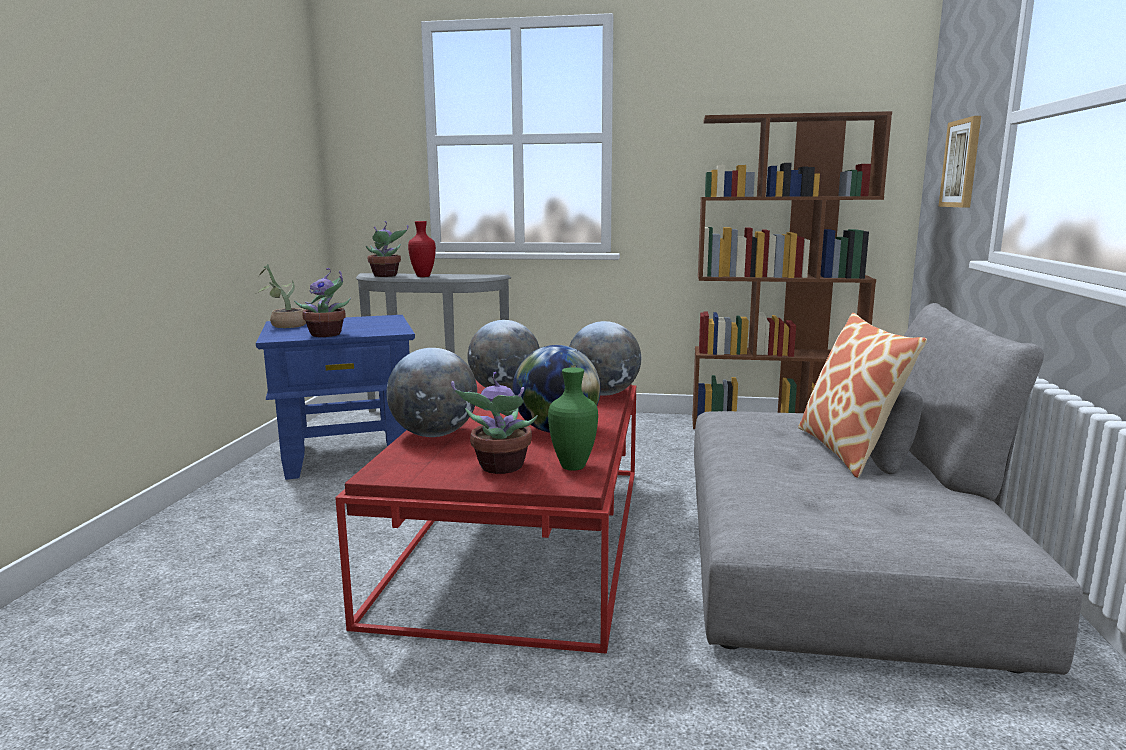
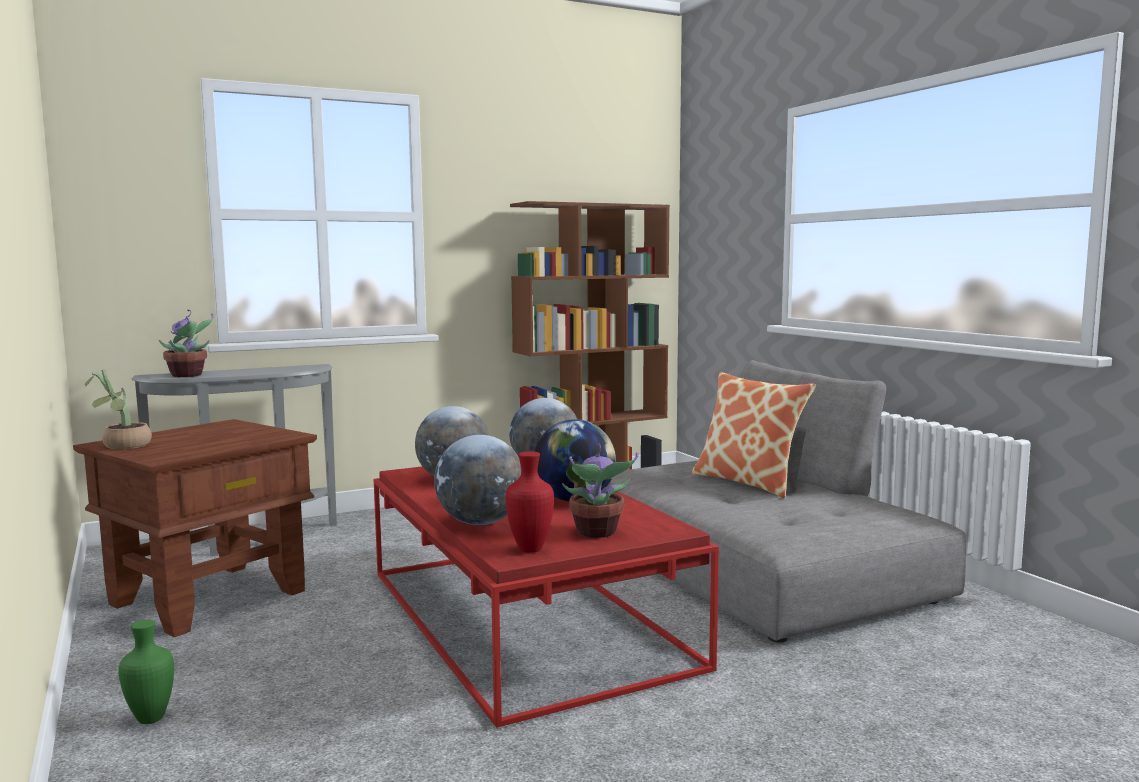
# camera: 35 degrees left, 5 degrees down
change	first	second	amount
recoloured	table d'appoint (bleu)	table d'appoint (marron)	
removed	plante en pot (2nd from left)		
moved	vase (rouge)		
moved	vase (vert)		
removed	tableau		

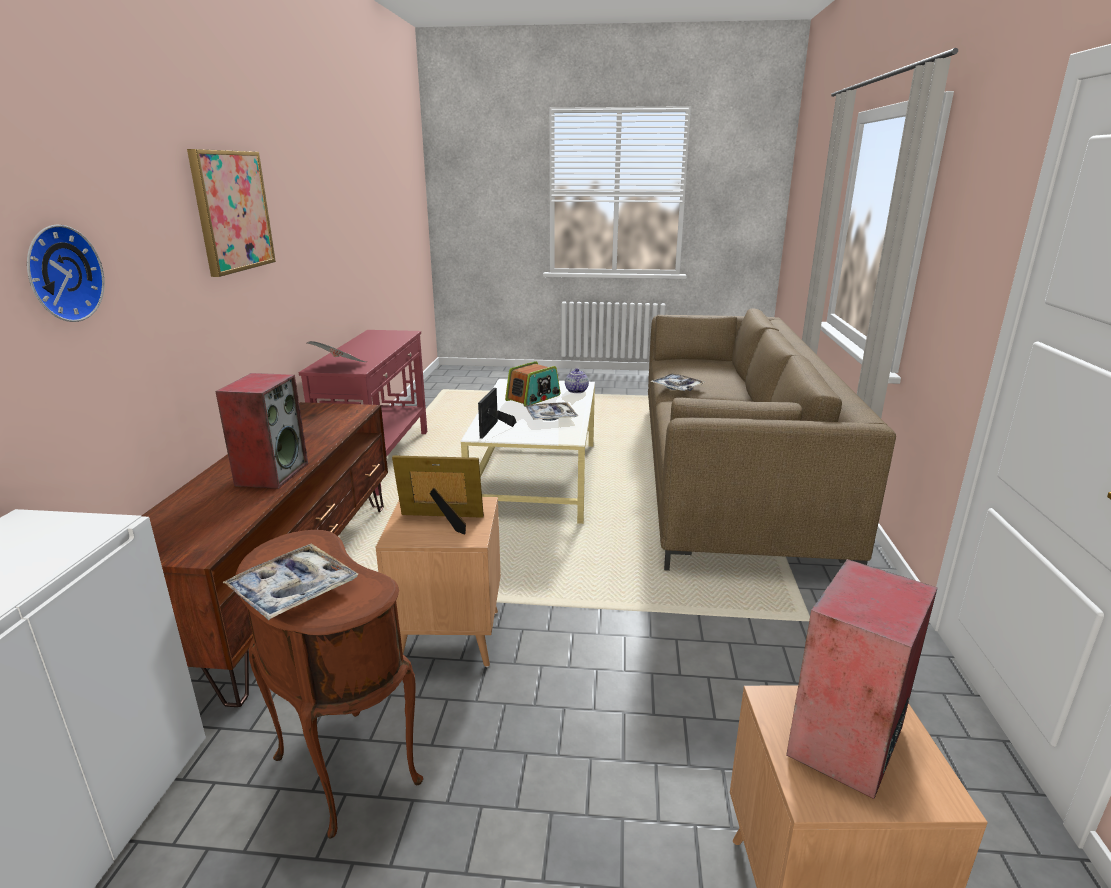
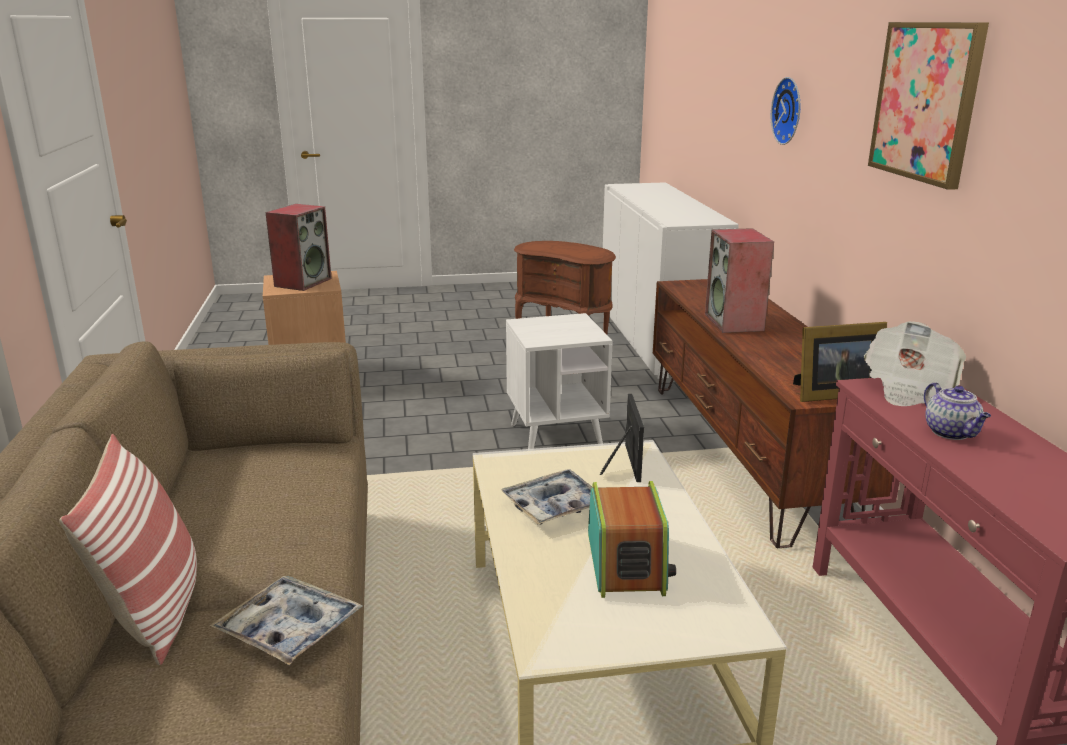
# camera: 165 degrees right, 0 degrees up
change	first	second	amount
removed	plateau (1st from left)		
recoloured	table d'appoint (marron) (2nd from left)	table d'appoint (blanc)	
moved	cadre photo (1st from left in the first image)	cadre photo (2nd from left)	
turned	radio		150 degrees clockwise
moved	théière		
added		coussin	

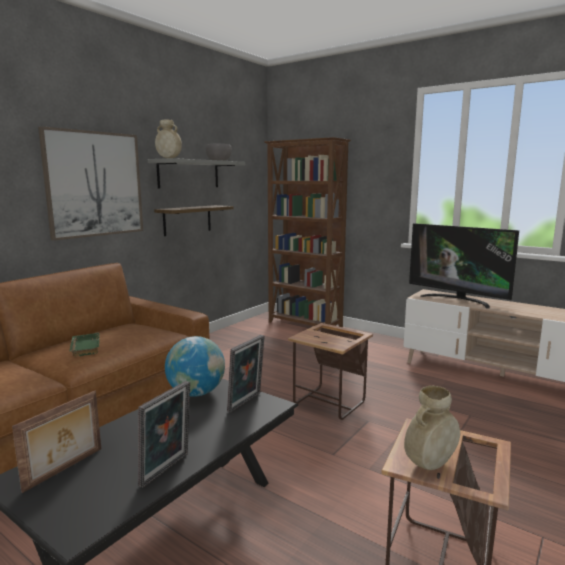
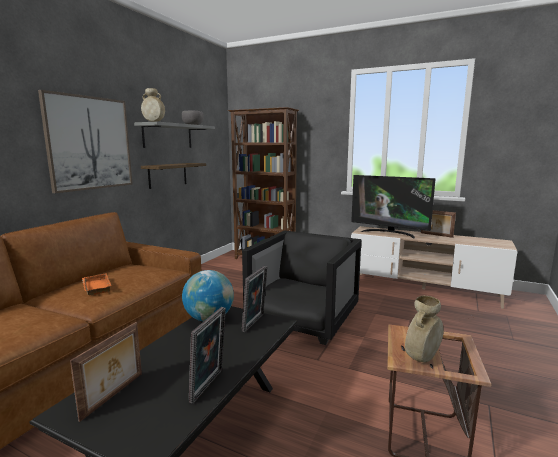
# camera: 10 degrees left, 0 degrees up
change	first	second	amount
recoloured	plateau (vert)	plateau (orange)	
replaced	table d'appoint (1st from left)	fauteuil (noir)	
added		cadre photo (4th from left)	

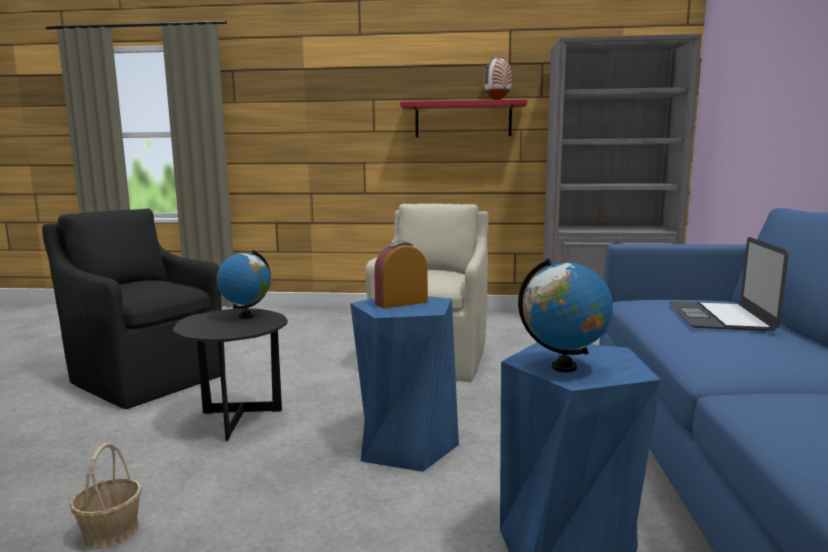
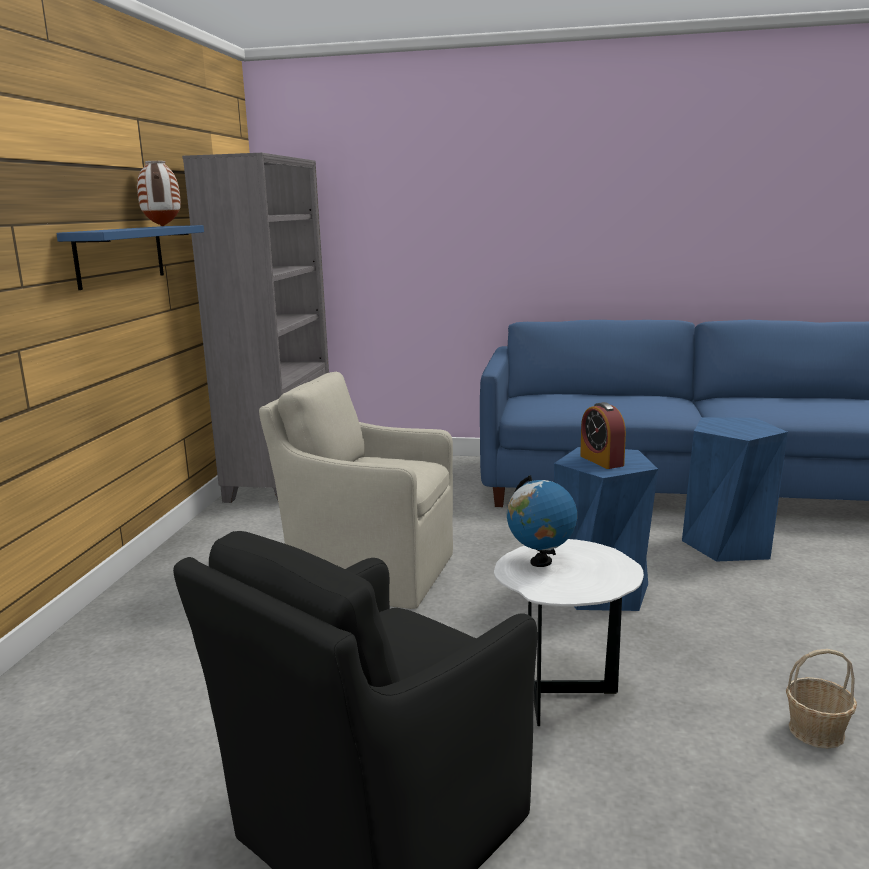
# camera: 85 degrees left, 5 degrees up
change	first	second	amount
recoloured	table d'appoint (noir)	table d'appoint (blanc)	
recoloured	étagère (rouge)	étagère (bleu)	
removed	globe (2nd from left)		
removed	ordinateur portable		

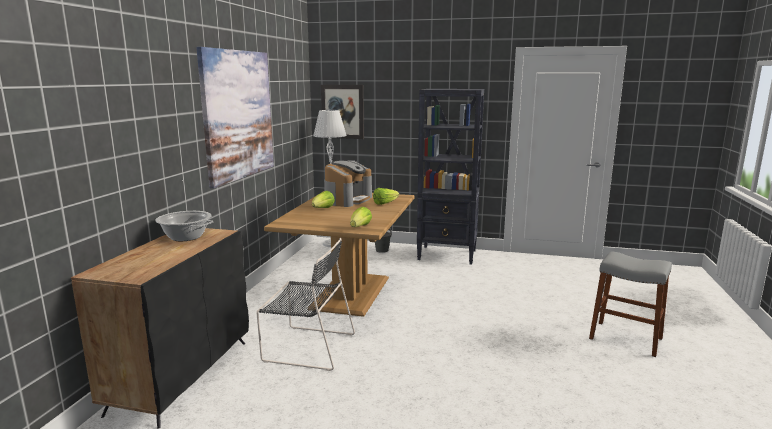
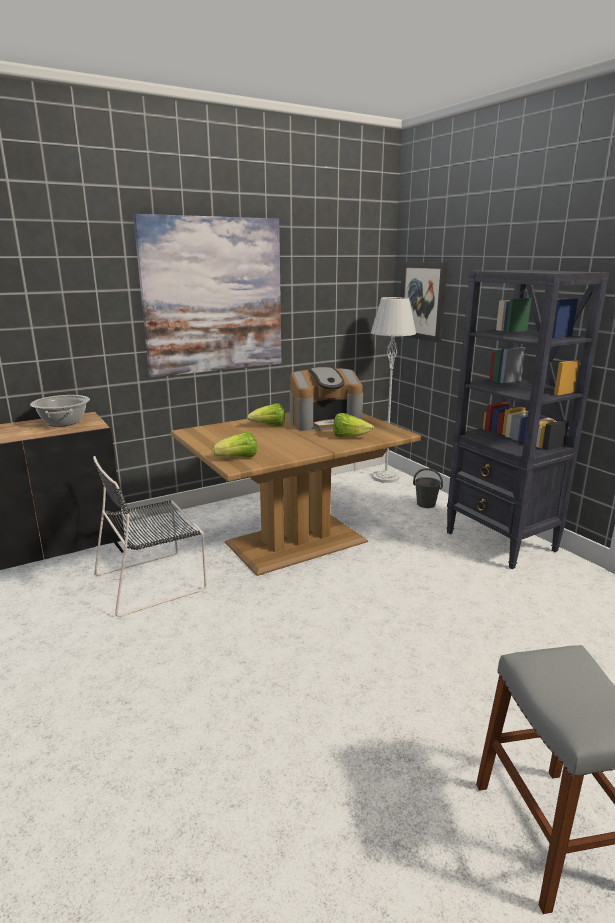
# camera: 45 degrees right, 5 degrees up
change	first	second	amount
turned	chaise (noir)		90 degrees clockwise

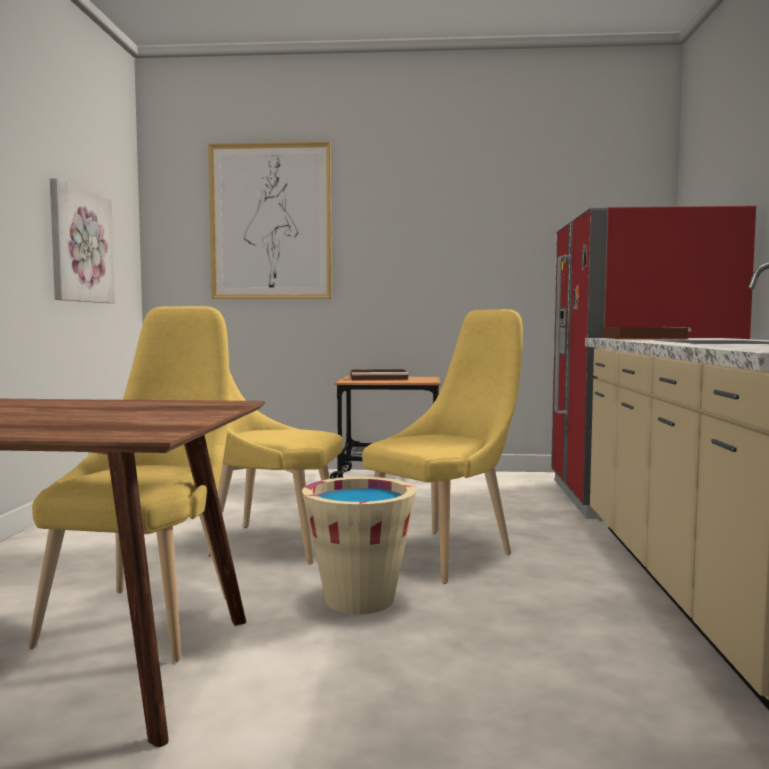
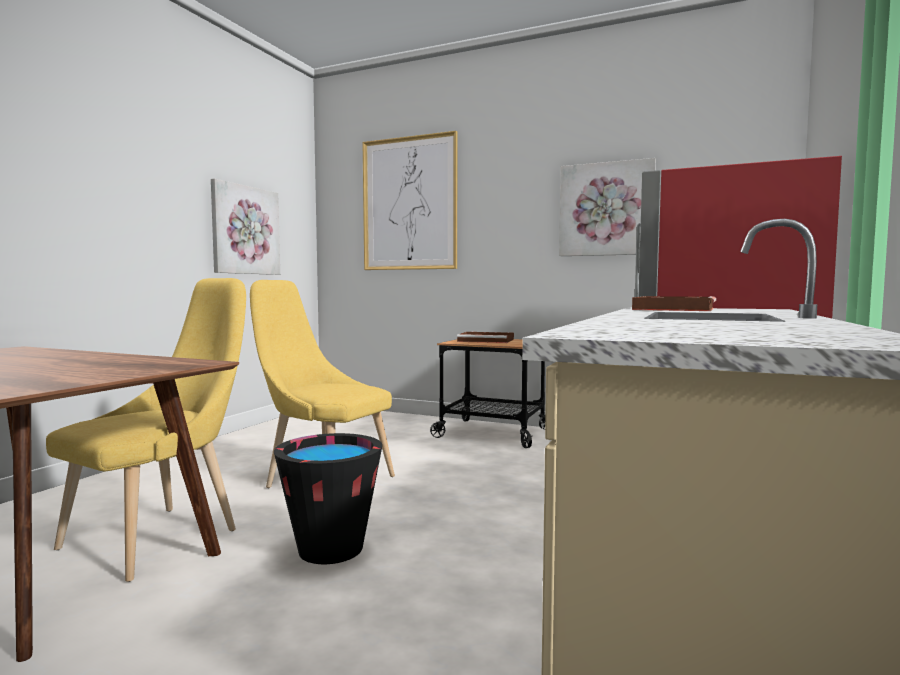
# camera: 20 degrees right, 0 degrees up
change	first	second	amount
recoloured	seau (beige)	seau (noir)	
removed	chaise (jaune) (3rd from left)		
added		tableau (3rd from left)	

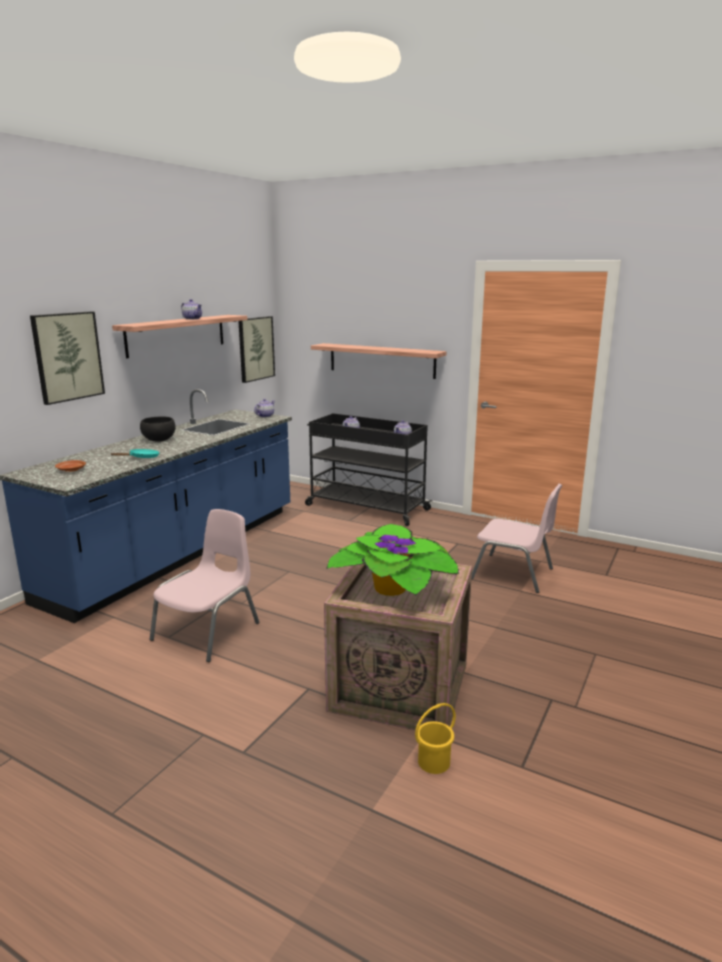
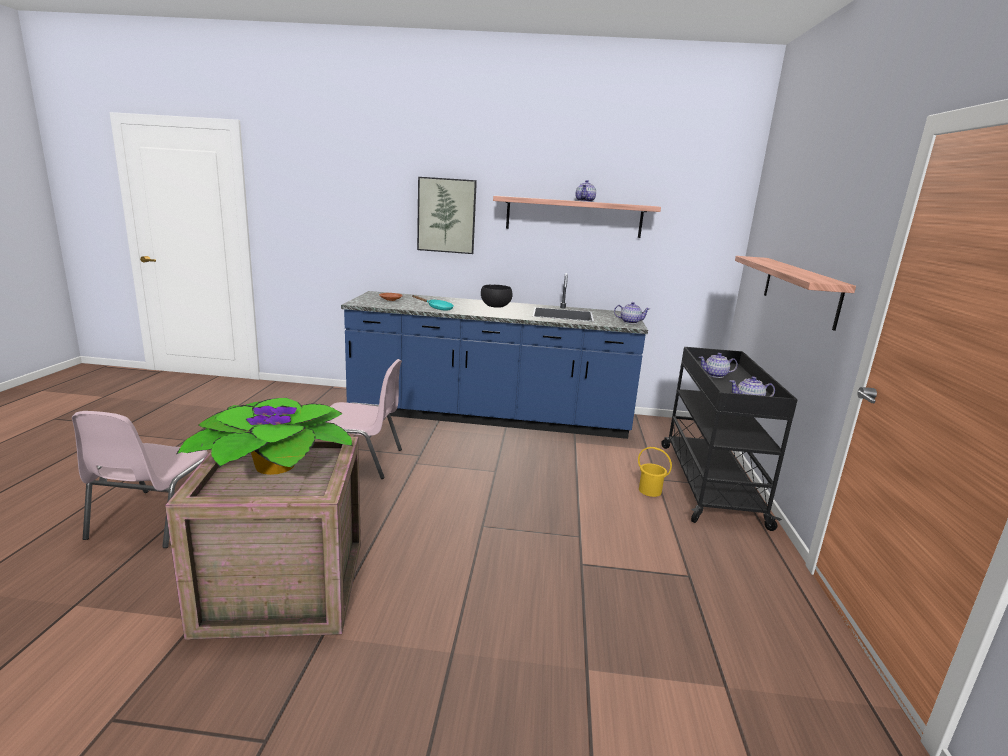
# camera: 65 degrees right, 0 degrees up
change	first	second	amount
removed	tableau (2nd from left)		
moved	seau (jaune)		
moved	chaise (rose) (2nd from left in the first image)	chaise (rose) (1st from left)	

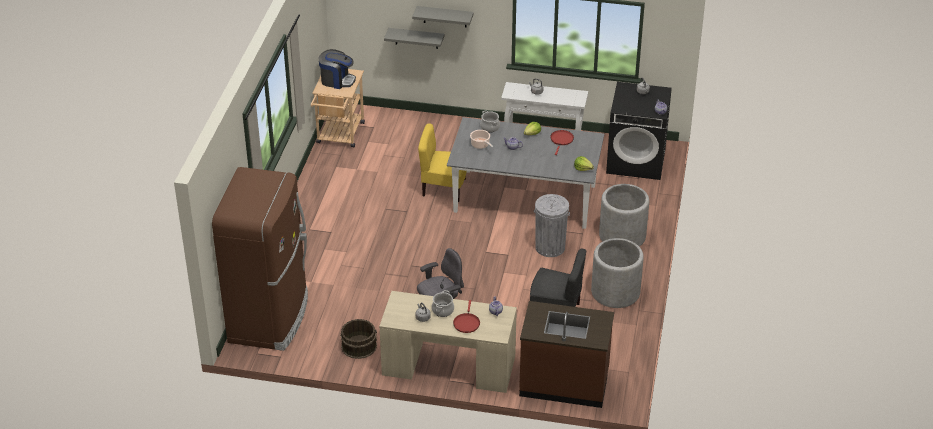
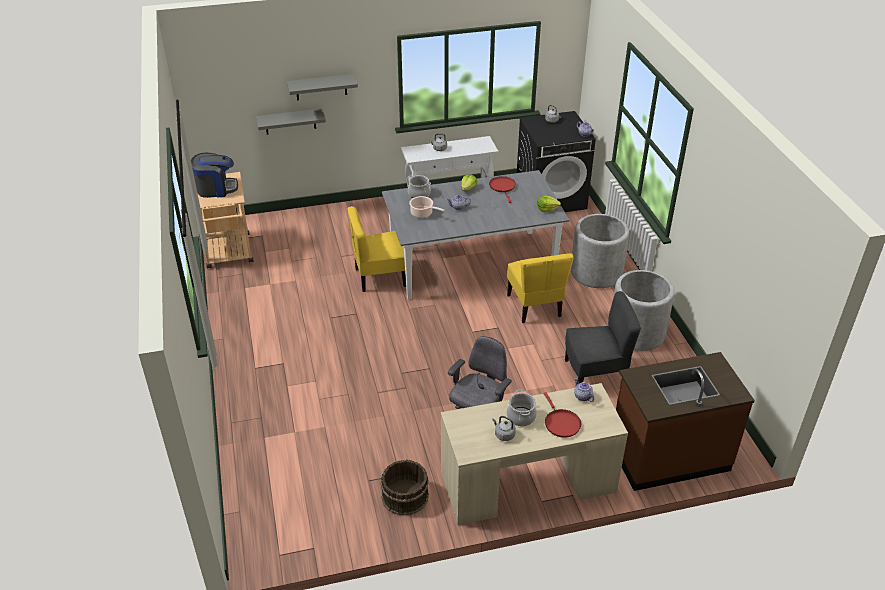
# camera: 25 degrees left, 0 degrees up
change	first	second	amount
removed	réfrigérateur (marron)		
replaced	poubelle (gris)	chaise (jaune) (2nd from left)	

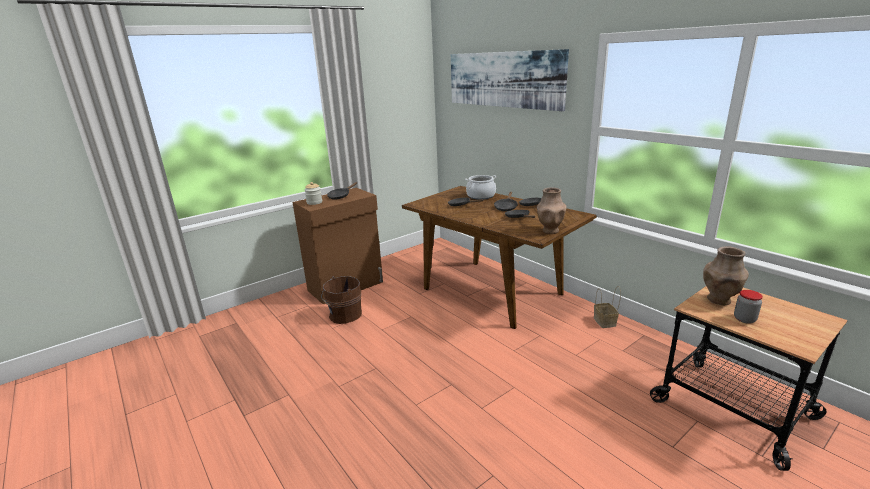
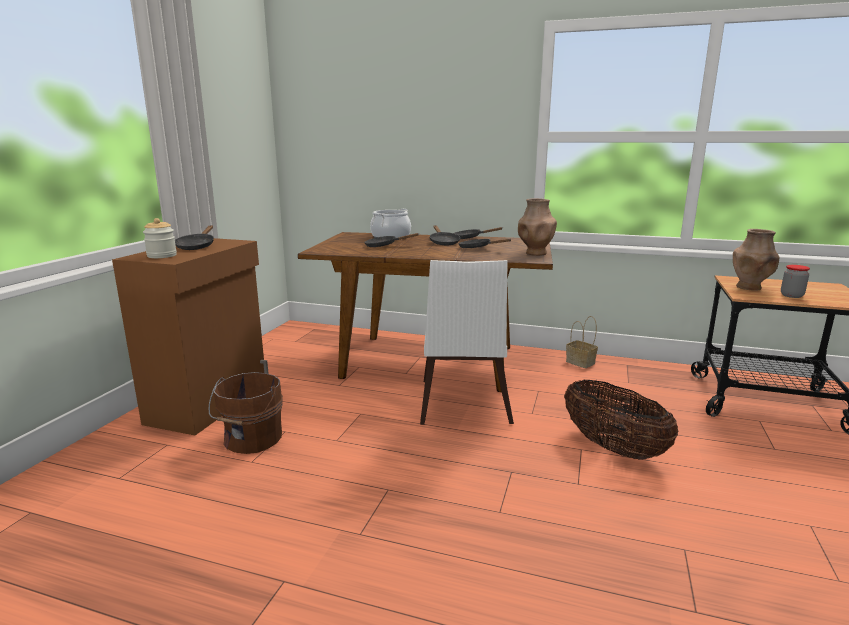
# camera: 35 degrees left, 5 degrees down
change	first	second	amount
removed	tableau		
added		chaise (blanc)	
added		panier (2nd from left)	

